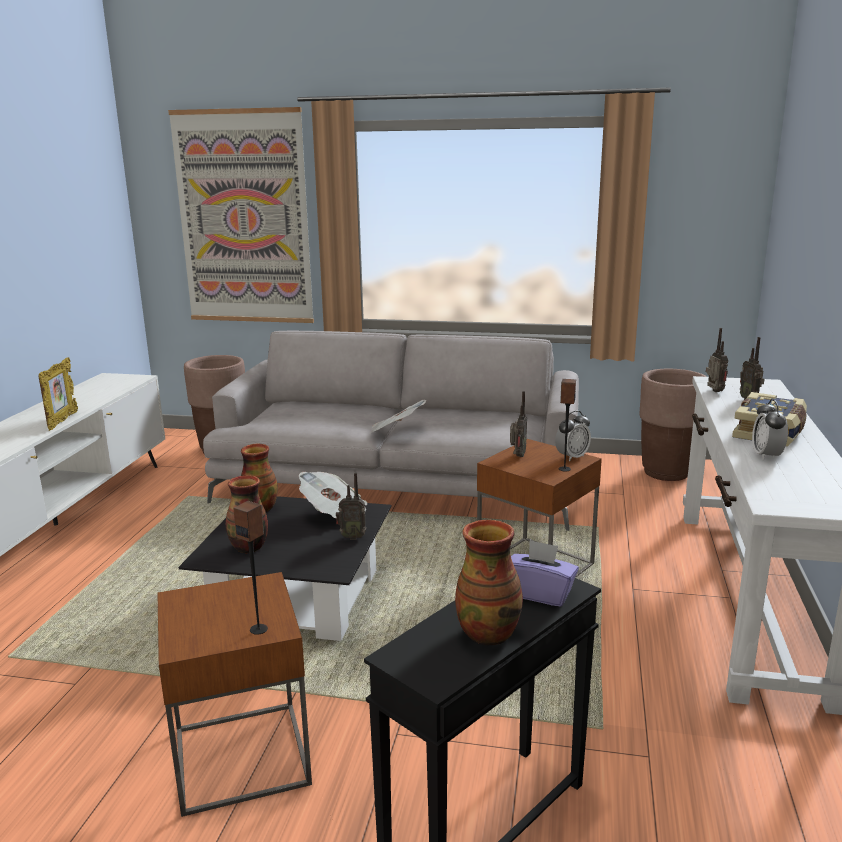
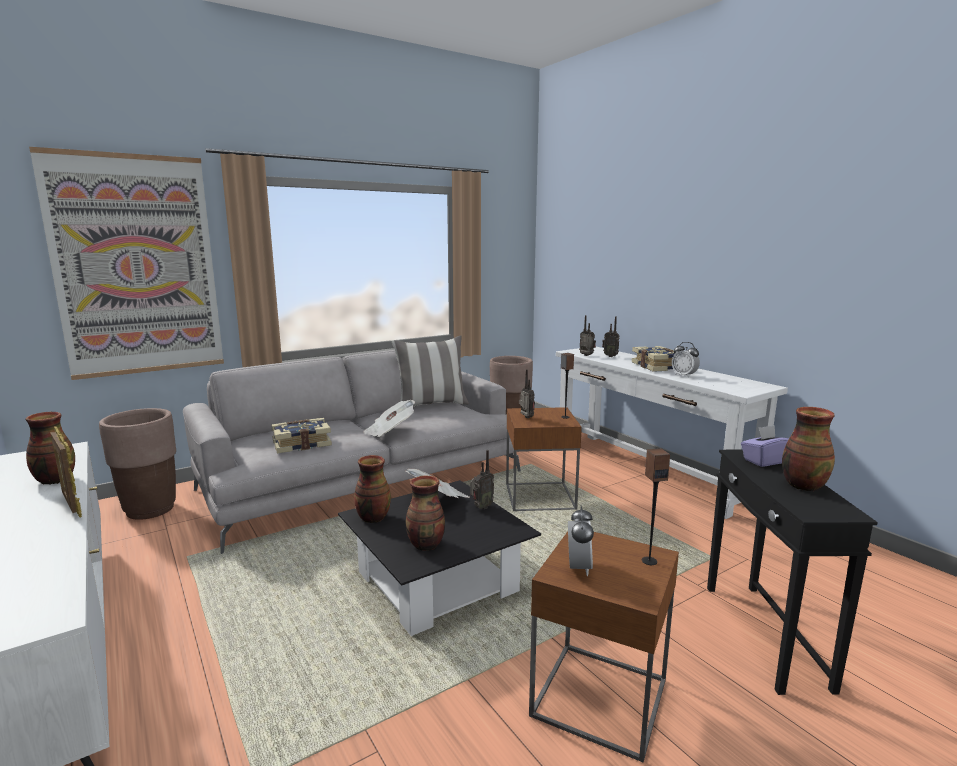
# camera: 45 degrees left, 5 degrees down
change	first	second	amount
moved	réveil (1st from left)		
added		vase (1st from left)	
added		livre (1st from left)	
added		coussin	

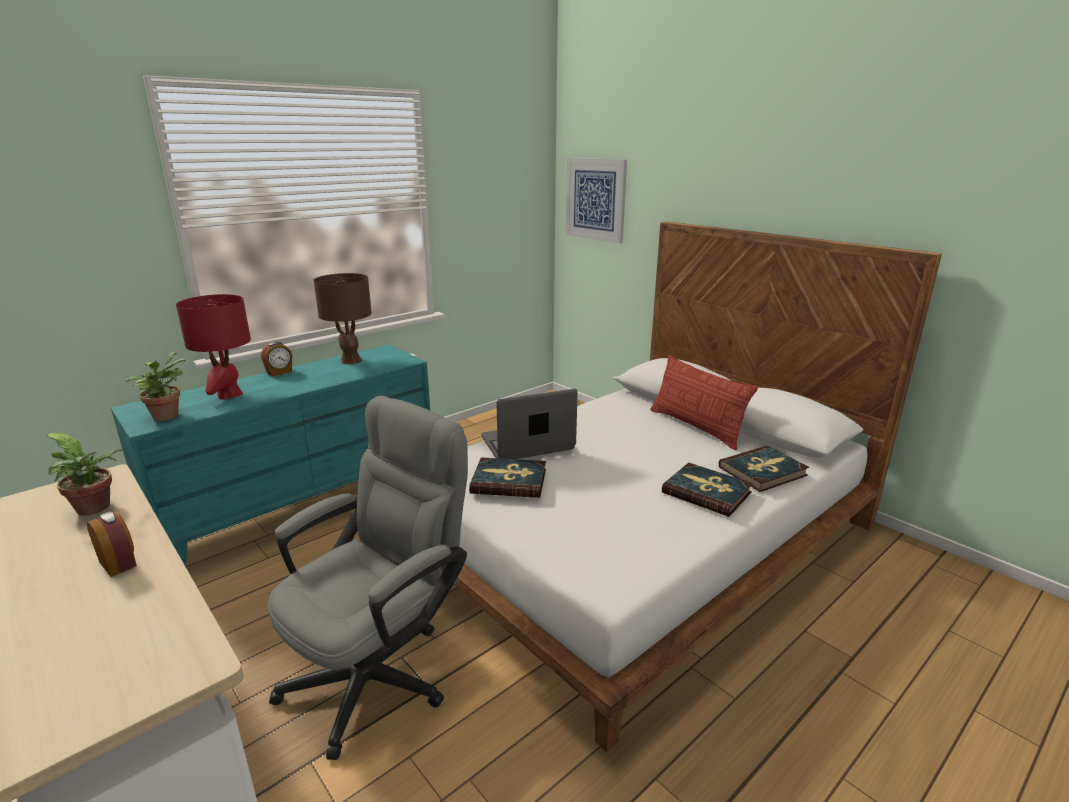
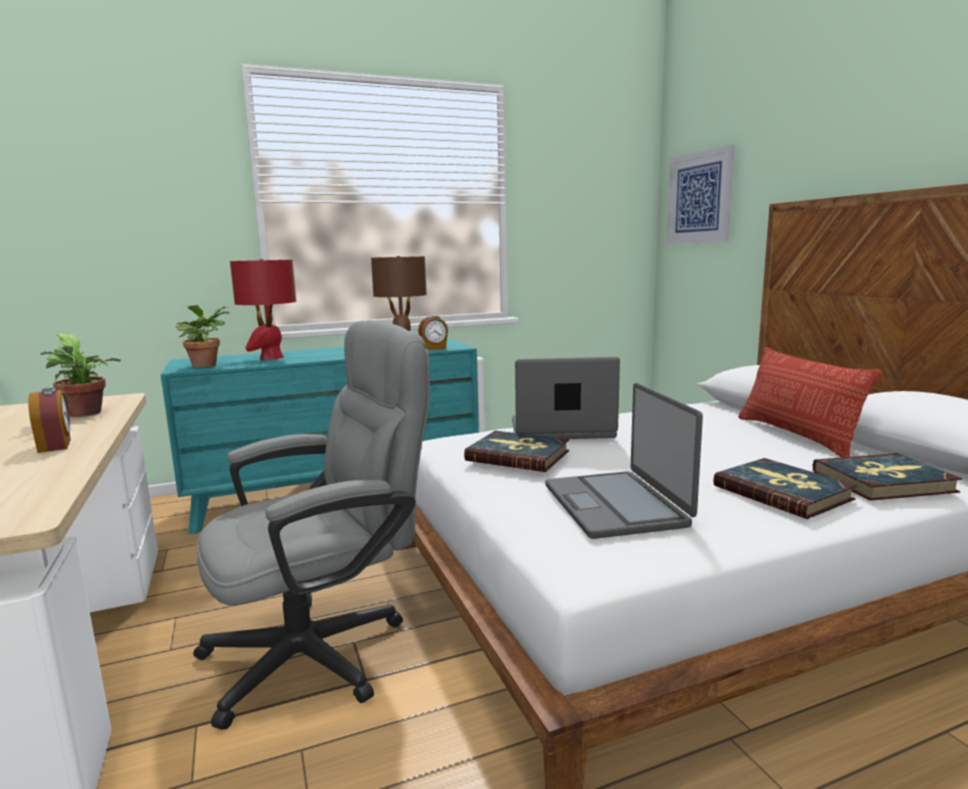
# camera: 20 degrees right, 10 degrees down
change	first	second	amount
moved	réveil (2nd from left)		
added		ordinateur portable (2nd from left)	

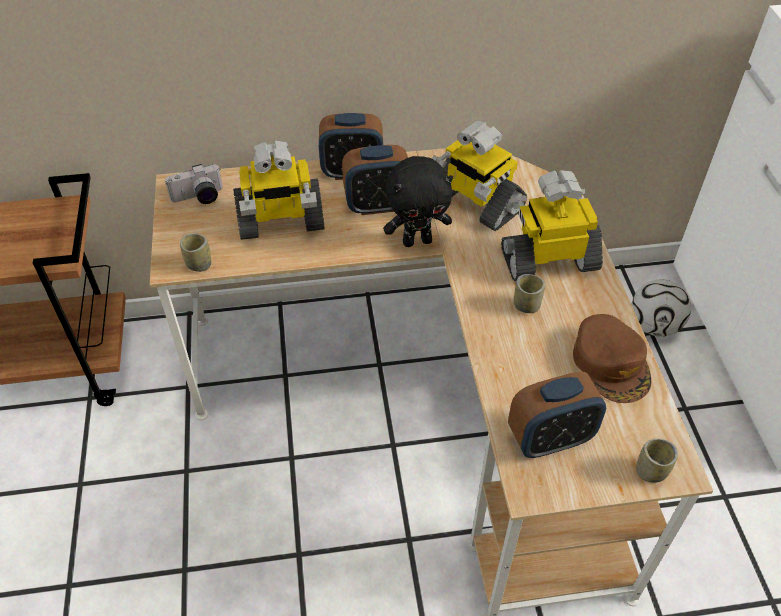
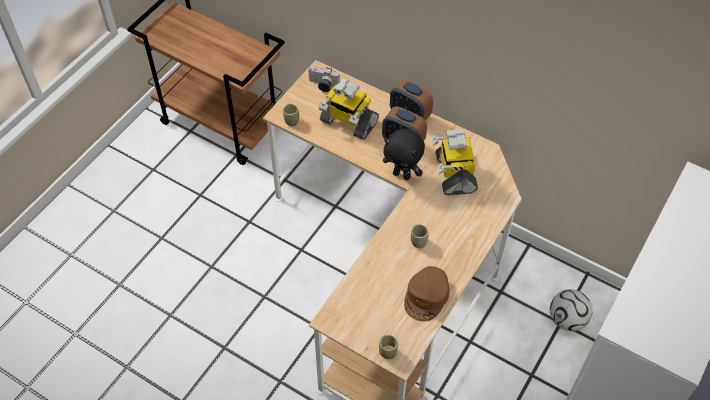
# camera: 40 degrees right, 5 degrees up
change	first	second	amount
removed	robot jouet (3rd from left)		
removed	réveil (3rd from left)		

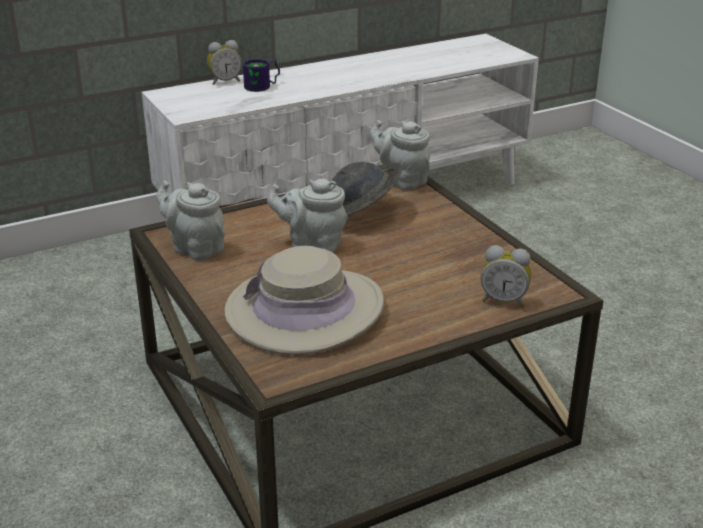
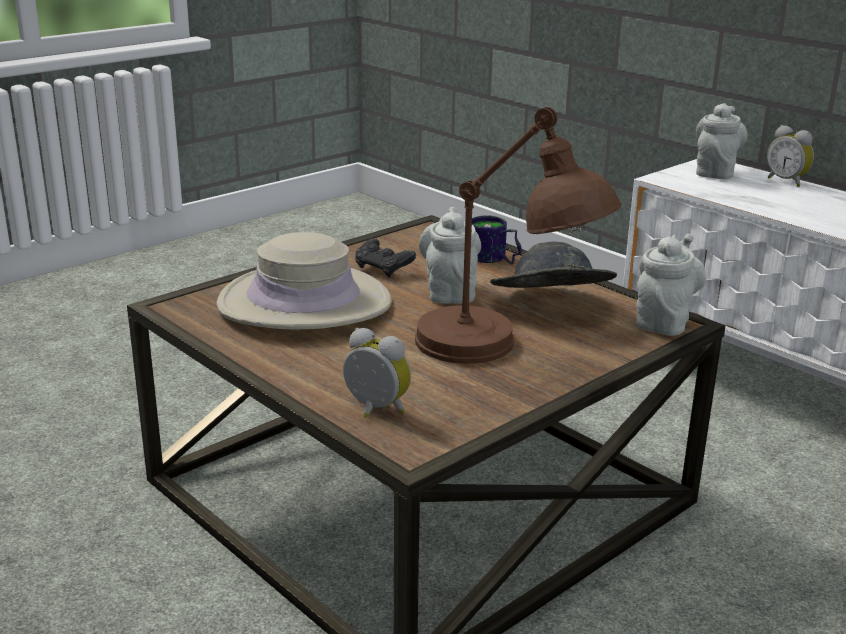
# camera: 75 degrees right, 5 degrees down
change	first	second	amount
moved	théière (gris) (1st from left in the first image)	théière (gris) (3rd from left)	
moved	mug		
turned	réveil (2nd from left in the first image)	réveil (1st from left)	120 degrees clockwise
added		manette (noir)	
added		lampe de table (marron)	

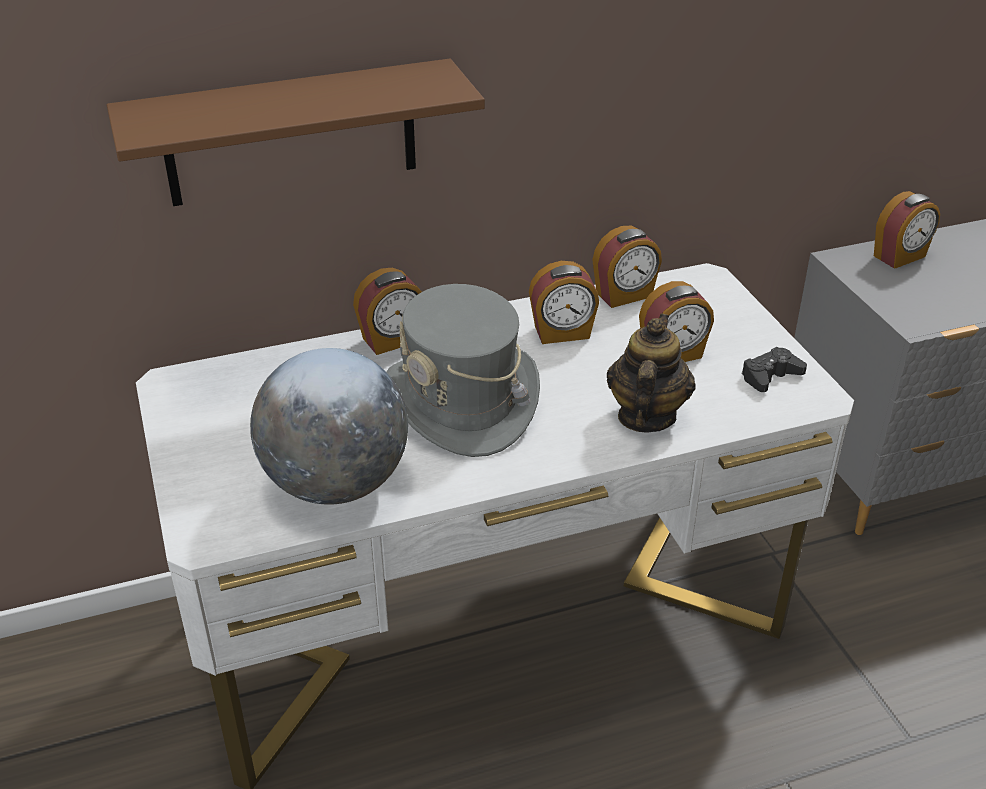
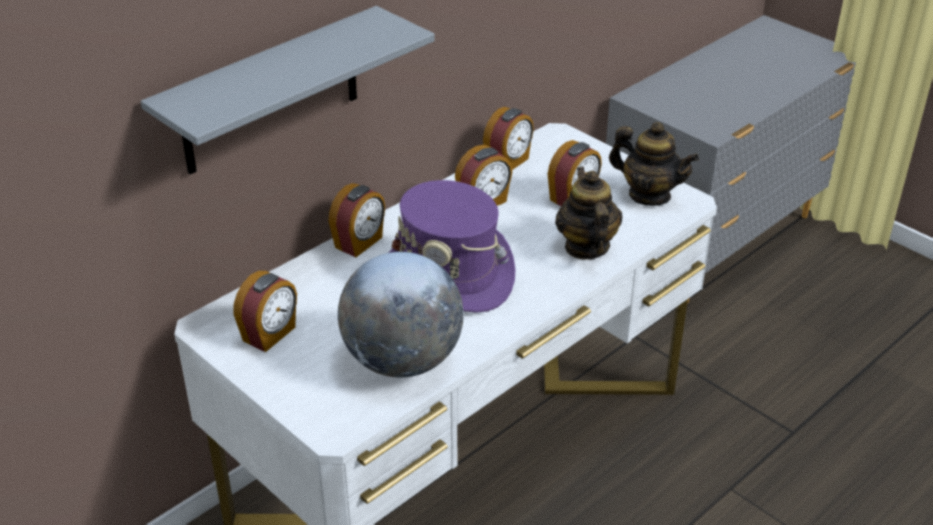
# camera: 25 degrees left, 0 degrees up
change	first	second	amount
recoloured	étagère (marron)	étagère (gris)	
recoloured	chapeau (gris)	chapeau (violet)	
replaced	manette (noir)	théière (2nd from left)	
moved	réveil (5th from left in the first image)	réveil (1st from left)	

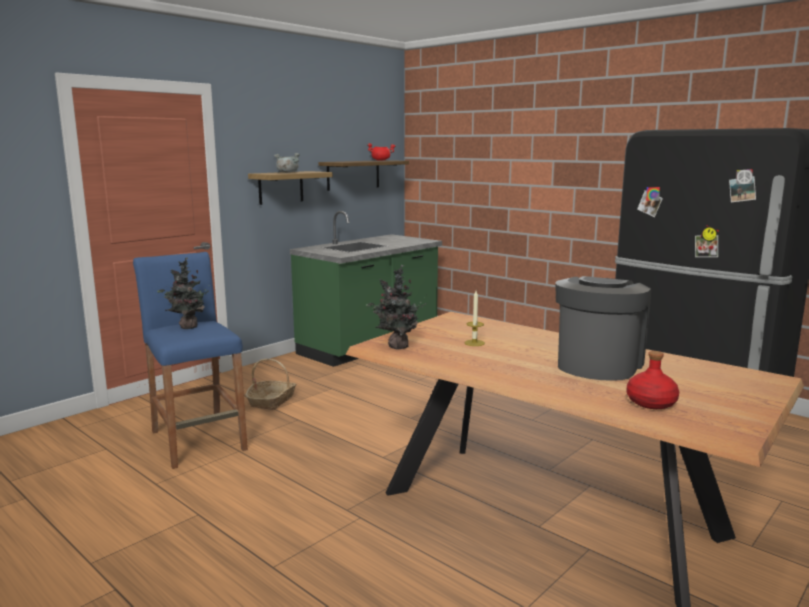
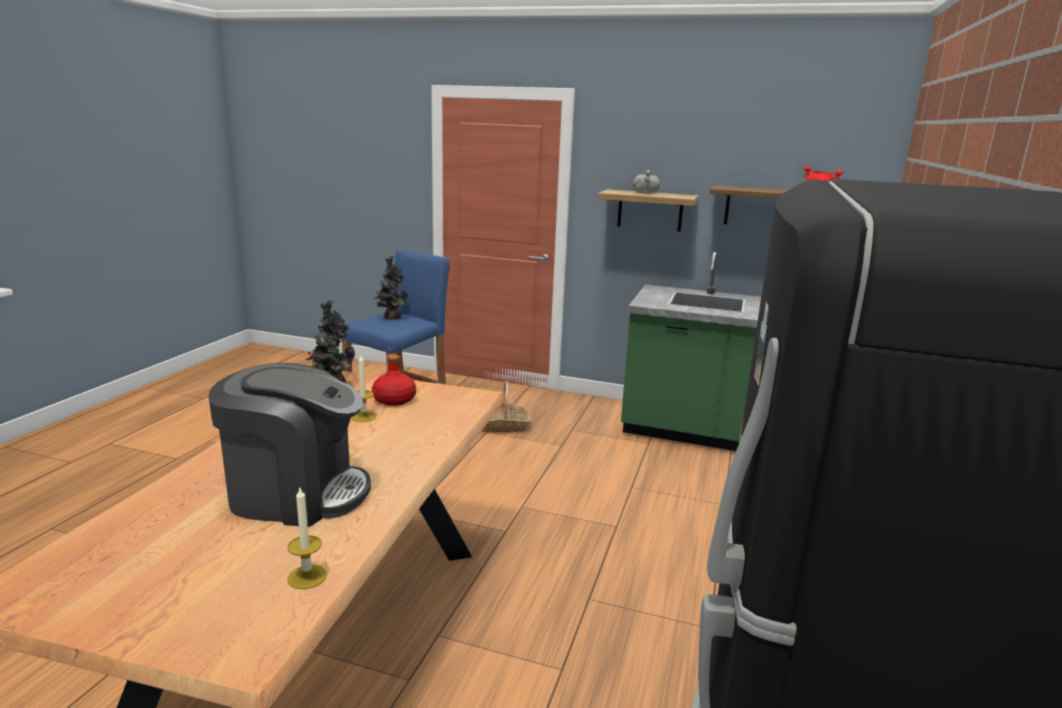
# camera: 65 degrees right, 5 degrees up
change	first	second	amount
moved	bouteille (rouge)		
added		bougie (1st from left)	

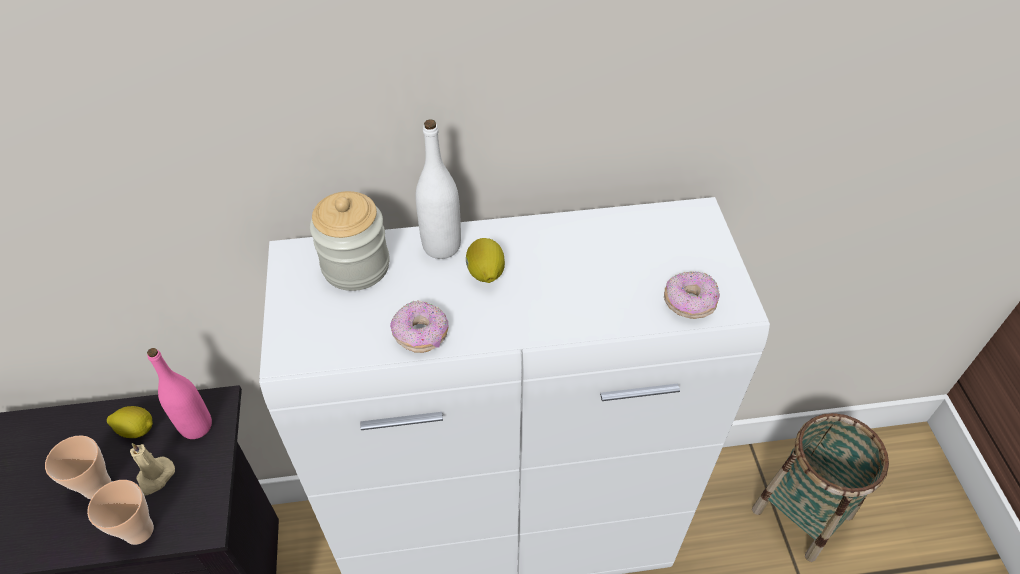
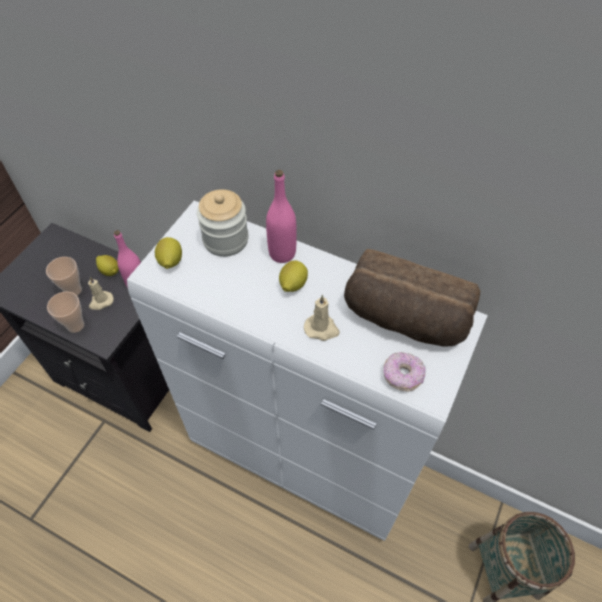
# camera: 35 degrees right, 5 degrees up
change	first	second	amount
removed	beignet (1st from left)		
recoloured	bouteille (blanc)	bouteille (rose) (2nd from left)	
added		citron (2nd from left)	
added		bougie (beige) (2nd from left)	
added		pain	

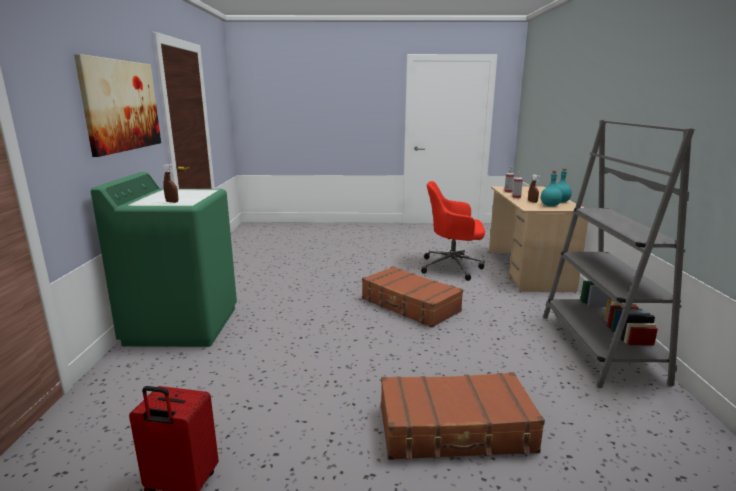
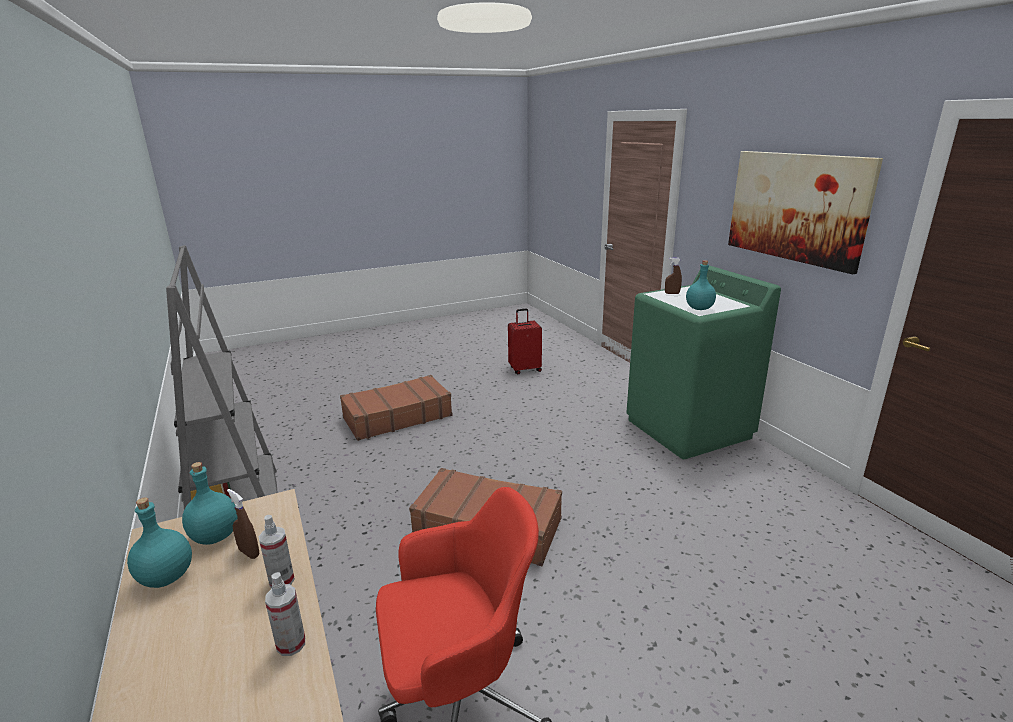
# camera: 155 degrees right, 5 degrees up
change	first	second	amount
added		bouteille (turquoise) (3rd from left)	

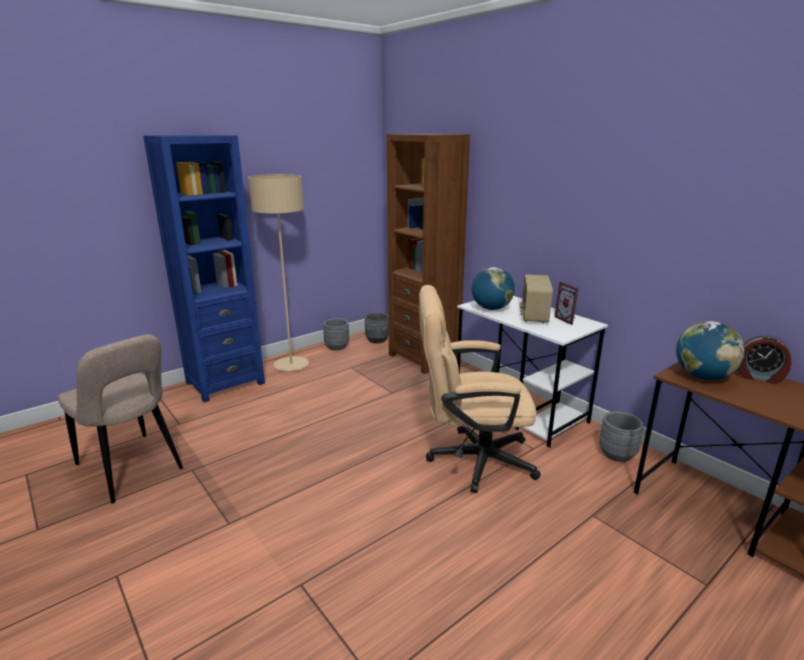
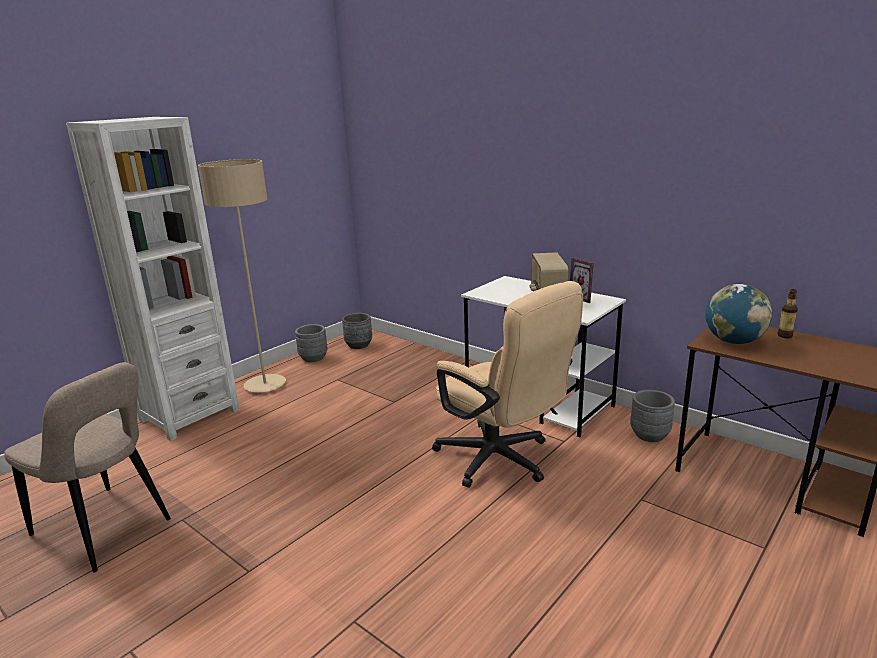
# camera: 10 degrees left, 0 degrees up
change	first	second	amount
recoloured	bibliothèque (bleu)	bibliothèque (blanc)	
removed	bibliothèque (marron)		
turned	chaise de bureau (beige)		120 degrees counterclockwise
removed	globe (1st from left)		
replaced	réveil	bouteille	

